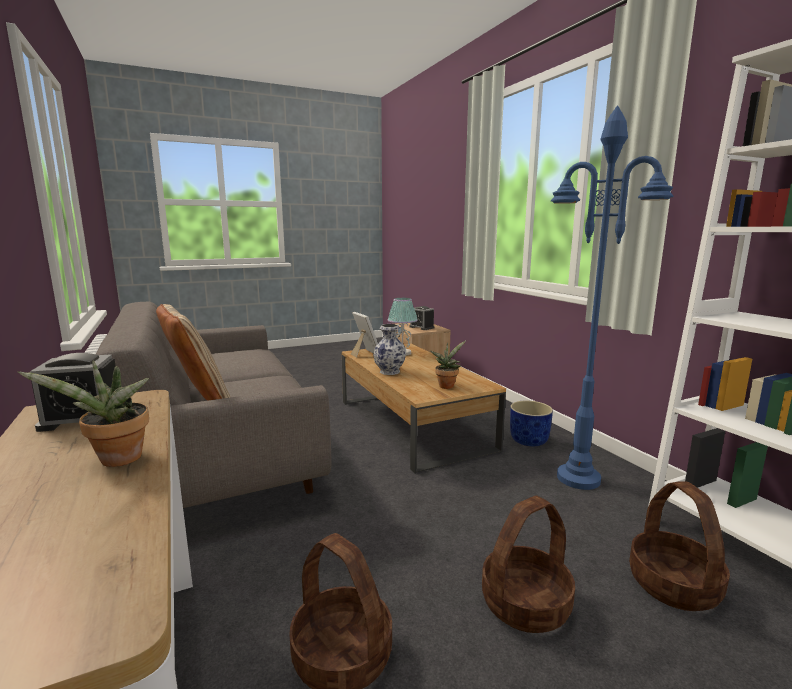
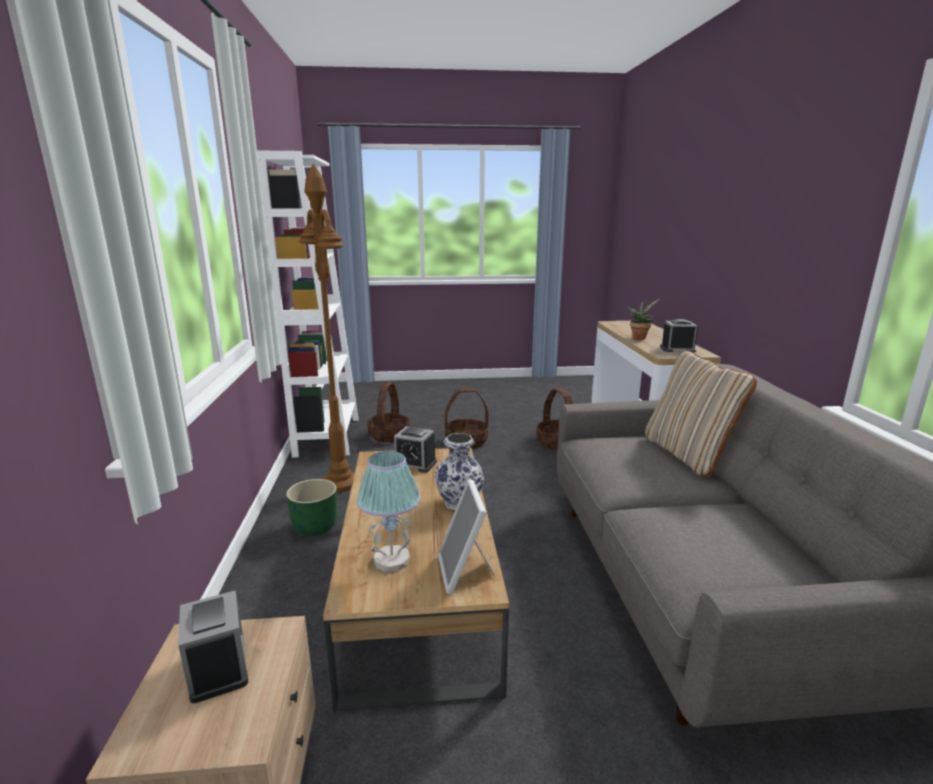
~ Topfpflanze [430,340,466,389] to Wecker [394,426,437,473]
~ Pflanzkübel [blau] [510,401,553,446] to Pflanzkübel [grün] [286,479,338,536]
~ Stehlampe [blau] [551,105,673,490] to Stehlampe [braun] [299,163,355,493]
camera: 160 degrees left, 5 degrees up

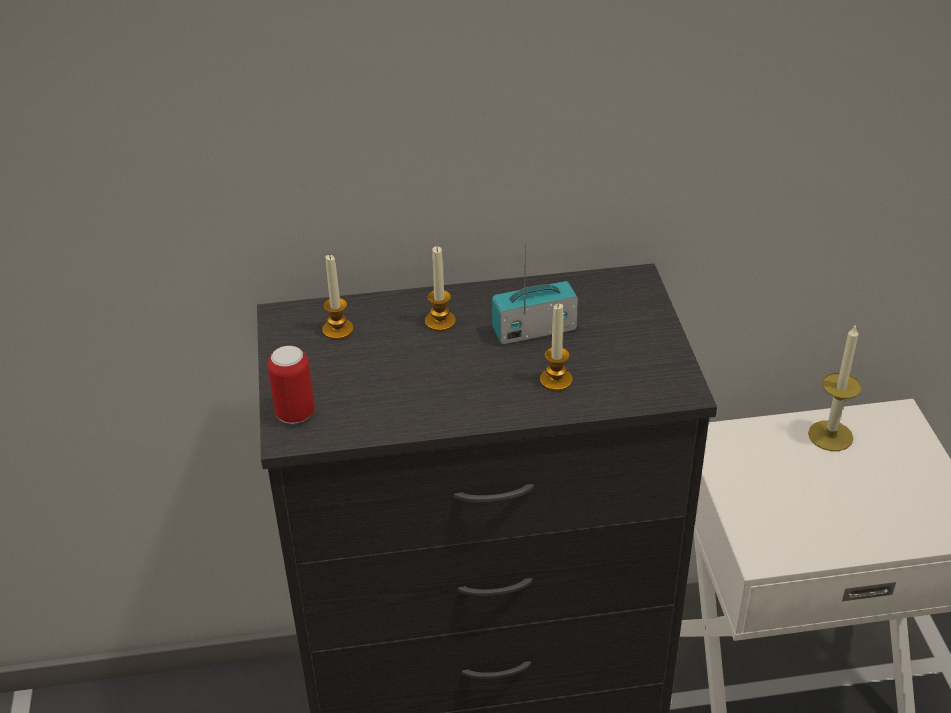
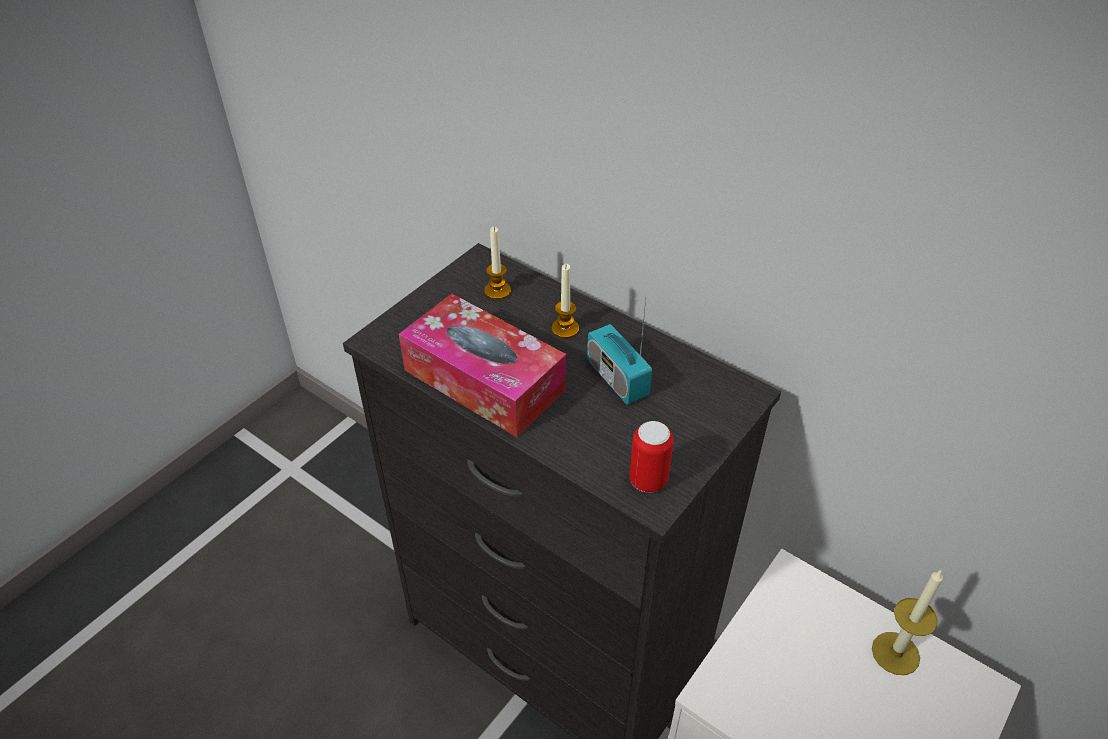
- Kerze [540,303,573,391]
+ Taschentuchbox [399,293,566,437]
~ Dose [268,346,315,424] to [629,421,674,493]
~ Radio [492,243,578,344] = [587,299,652,405] 150 degrees counterclockwise
camera: 45 degrees right, 5 degrees up

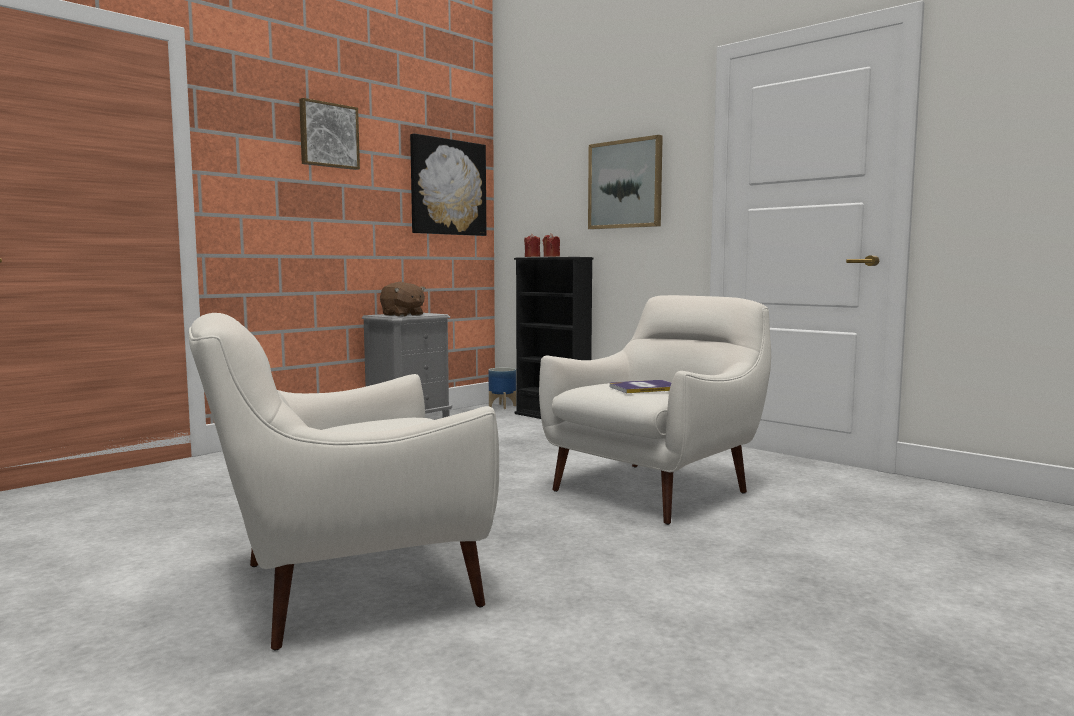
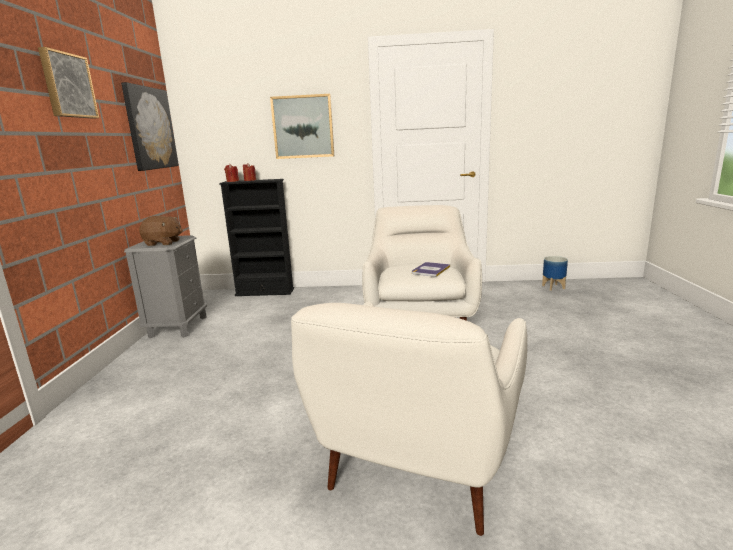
~ Pflanzkübel [489,368,516,409] to [542,256,568,291]
camera: 40 degrees left, 10 degrees up

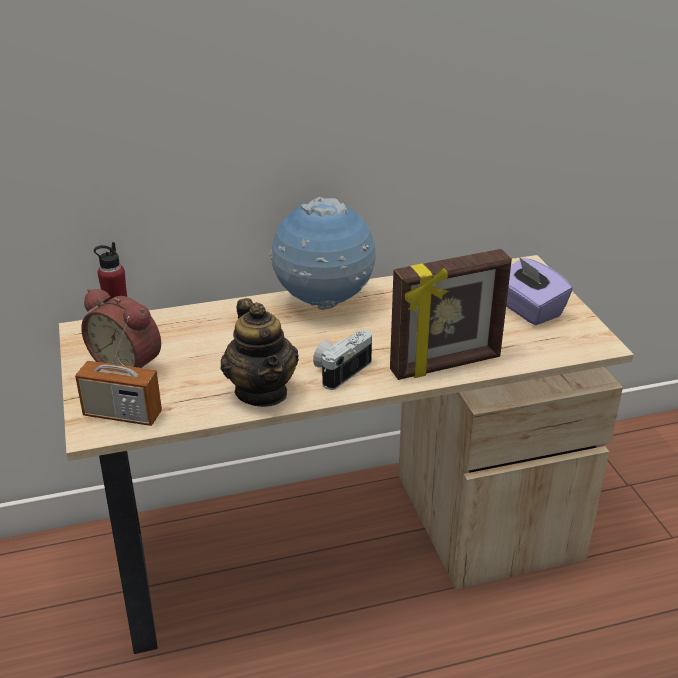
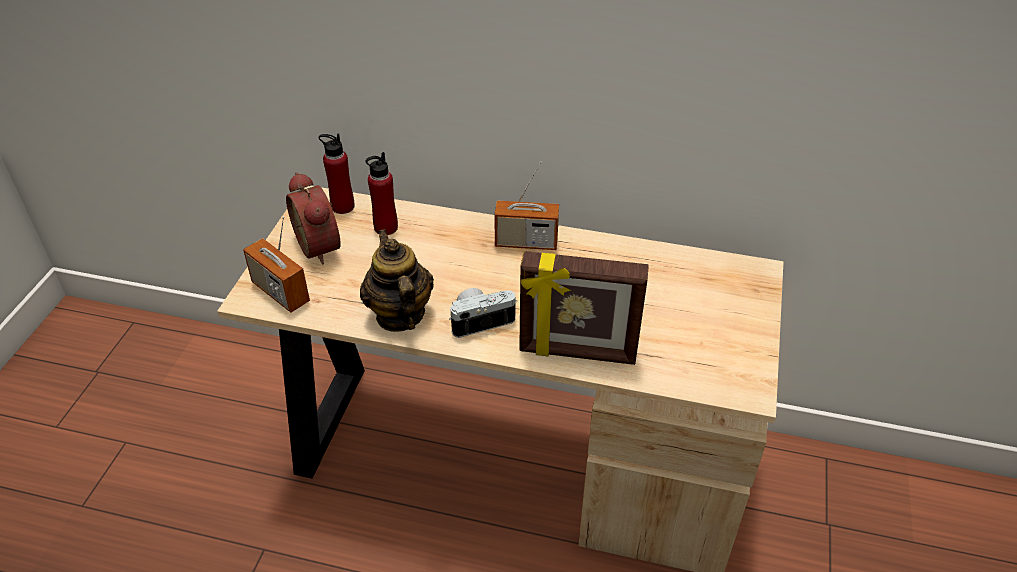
- Taschentuchbox [lila] [506,257,573,325]
+ Flasche [rot] [366,152,398,235]
~ Globus [269,197,376,310] to Radio [494,161,559,250]
~ Teekanne [221,298,299,407] = [360,229,434,332] 150 degrees clockwise
camera: 30 degrees right, 10 degrees up

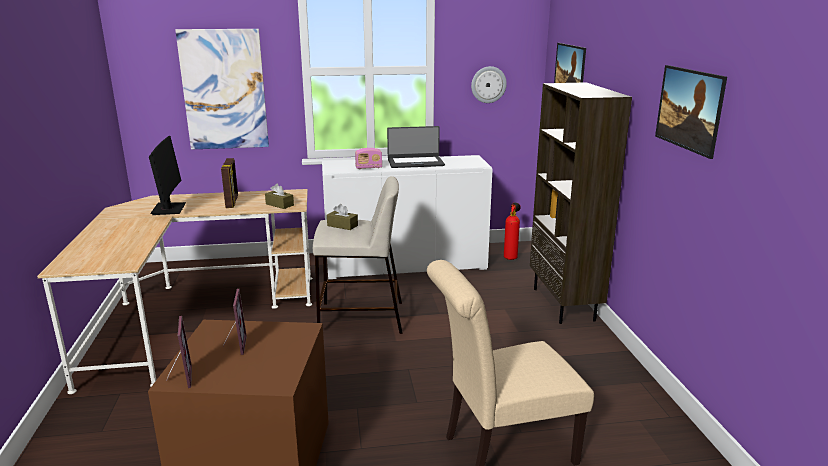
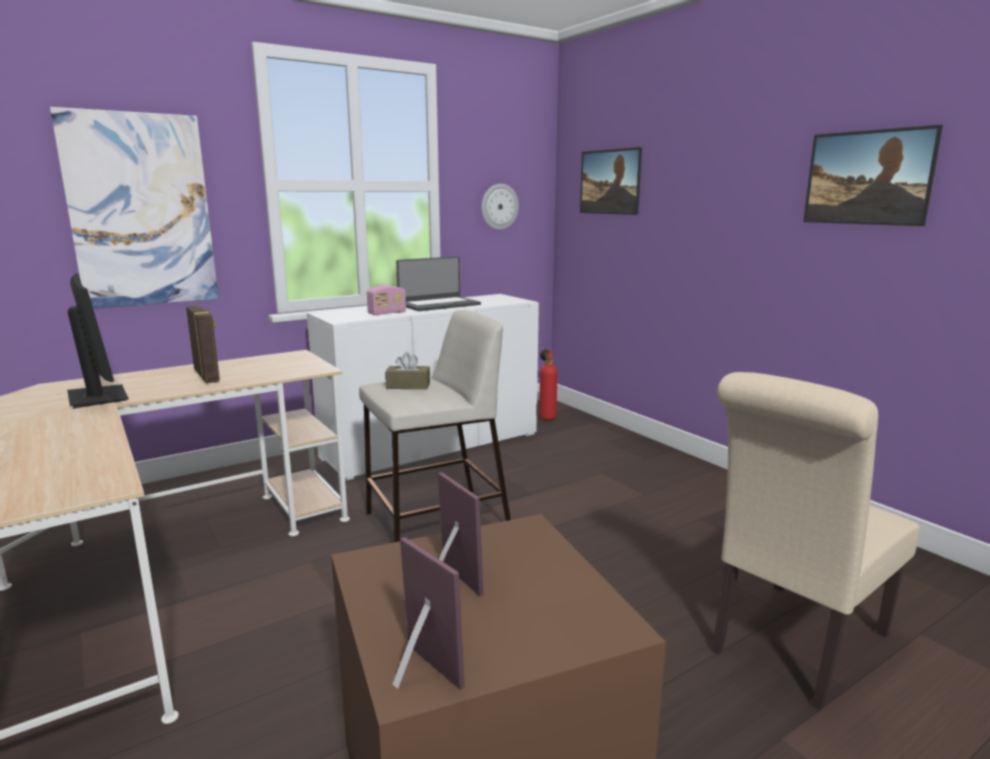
- Taschentuchbox [braun] [265,184,294,209]
- Bücherregal [braun] [530,82,632,324]
camera: 25 degrees left, 5 degrees down

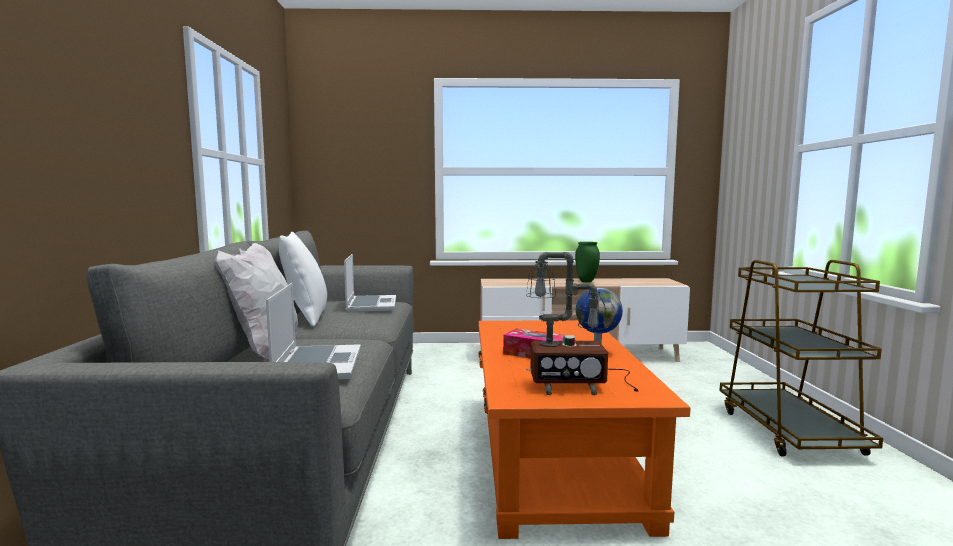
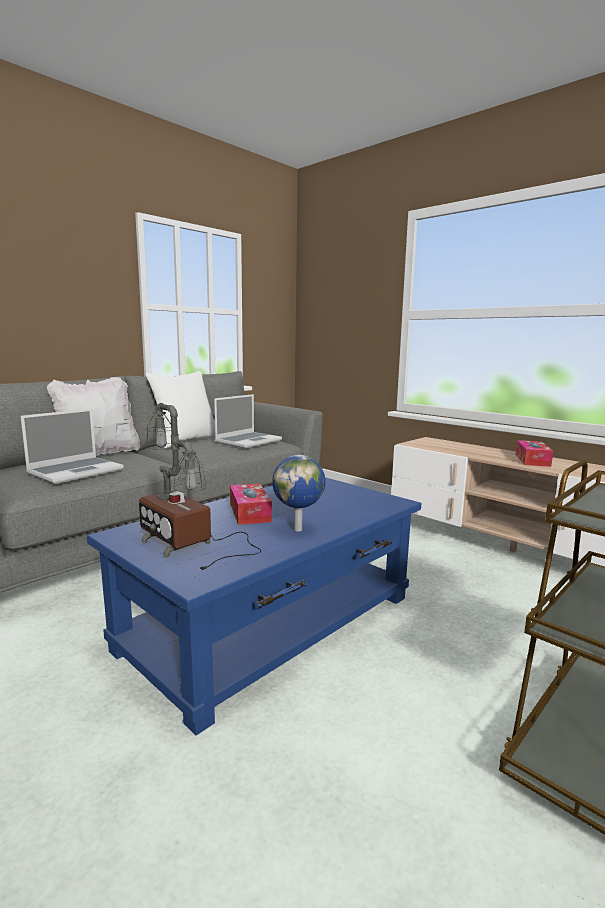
~ Vase [grün] [575,242,600,283] to Taschentuchbox [515,440,553,467]
~ Couchtisch [orange] [479,320,691,539] to Couchtisch [blau] [87,477,421,735]
camera: 45 degrees right, 5 degrees up

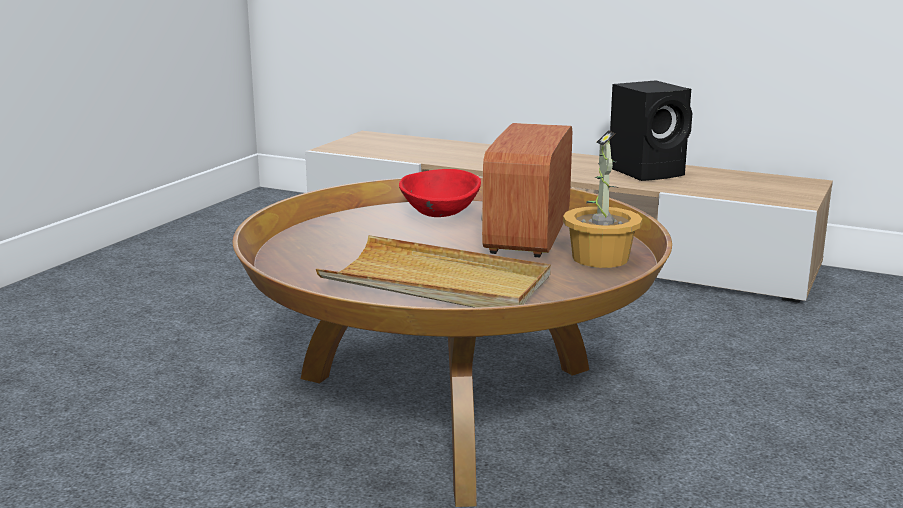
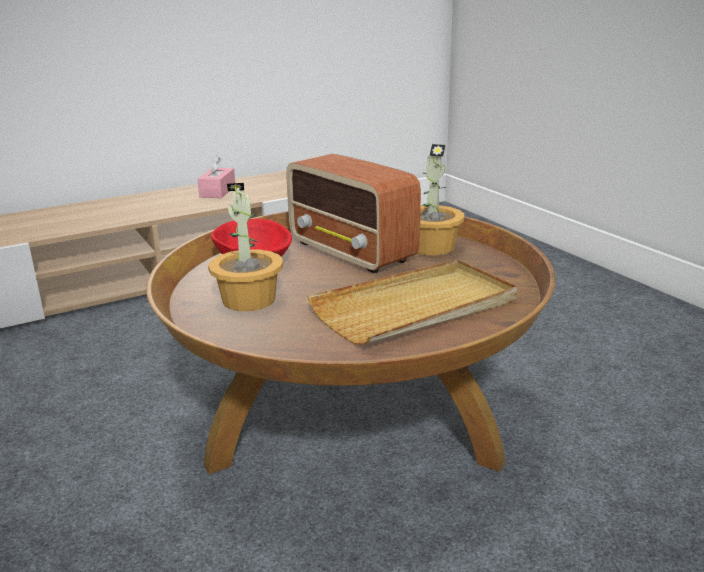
+ Topfpflanze [208,183,283,311]
~ Lautsprecher [schwarz] [610,80,692,181] to Taschentuchbox [rosa] [197,155,235,198]
camera: 55 degrees left, 5 degrees up

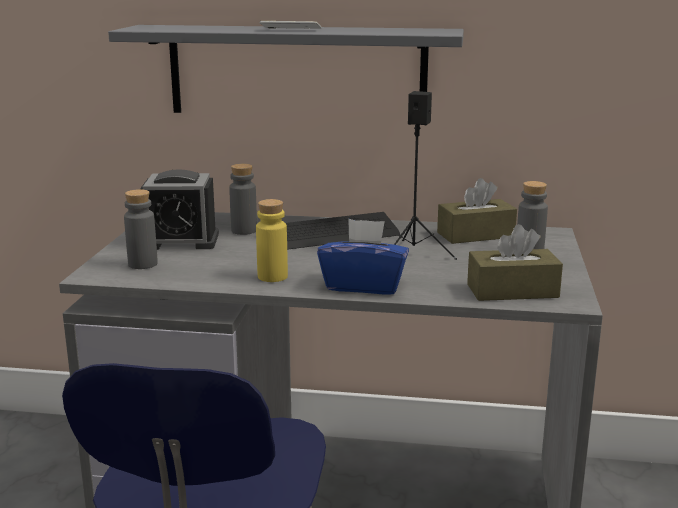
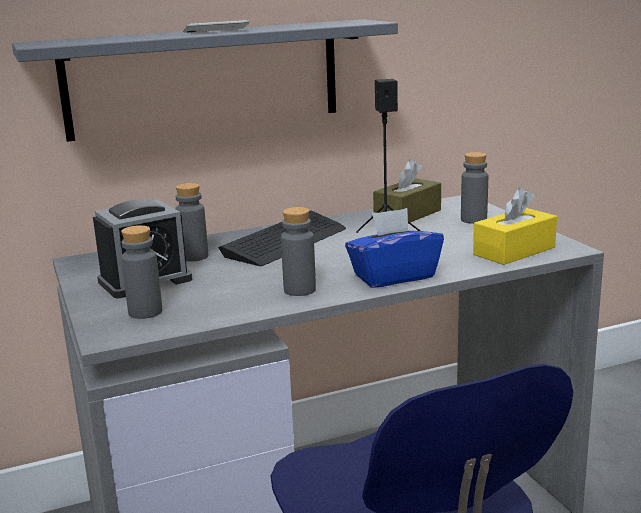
~ Flasche [gelb] [256,199,288,282] to Flasche [grau] [281,207,316,296]
~ Taschentuchbox [braun] [467,224,563,301] to Taschentuchbox [gelb] [473,188,557,265]
camera: 30 degrees left, 0 degrees up

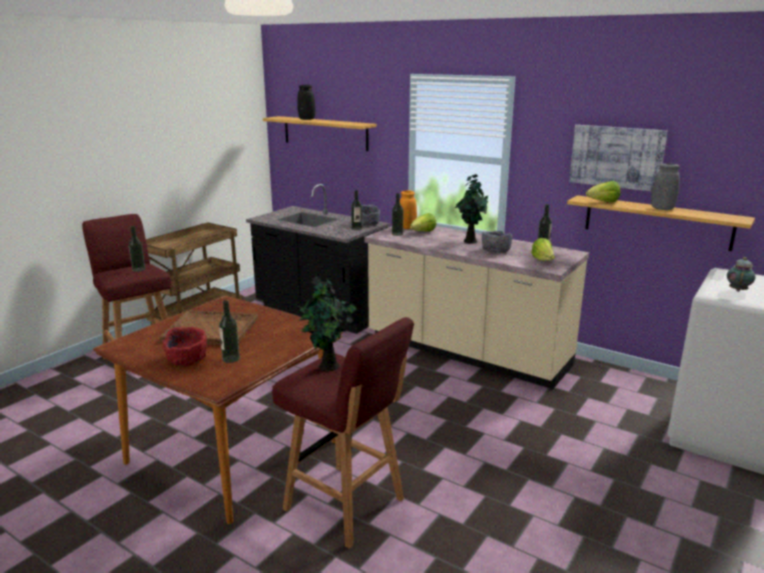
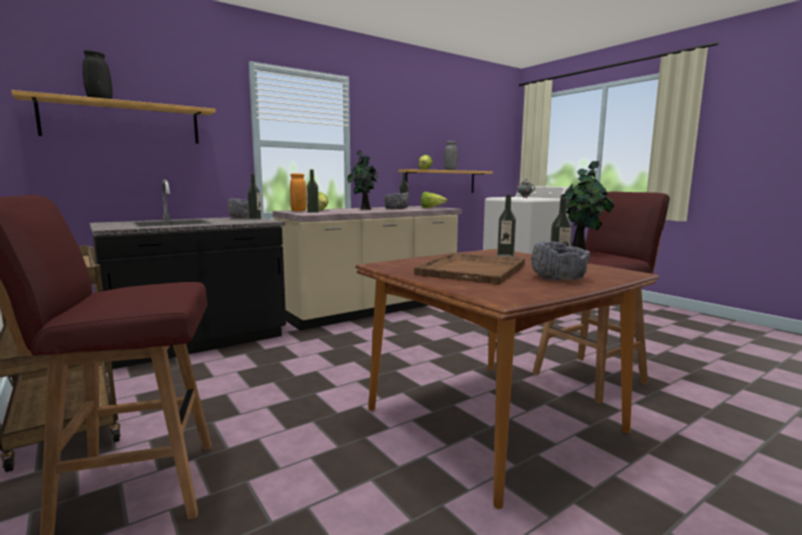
- Bild [569,125,668,192]
~ Flasche [129,226,145,272] to [497,194,516,257]
~ Schüssel [rot] [162,327,207,366] to Schüssel [grau] [531,241,590,280]
camera: 70 degrees left, 10 degrees down

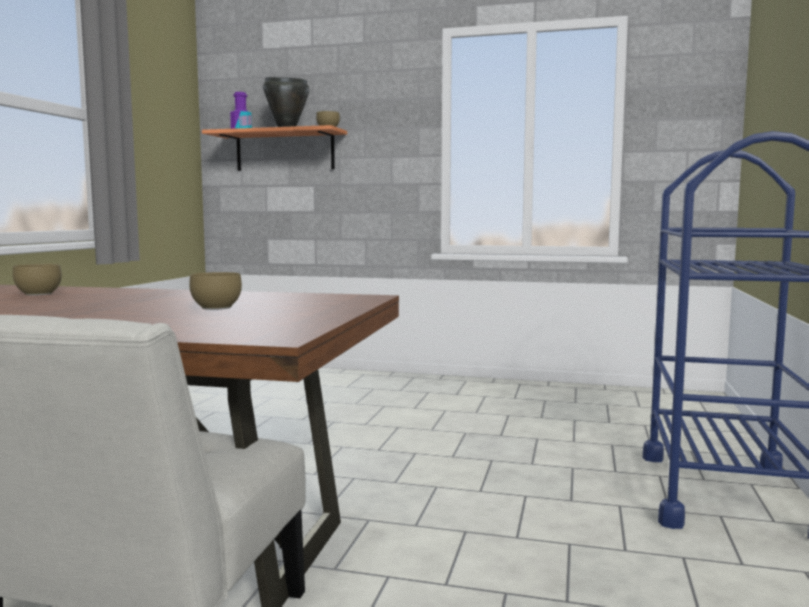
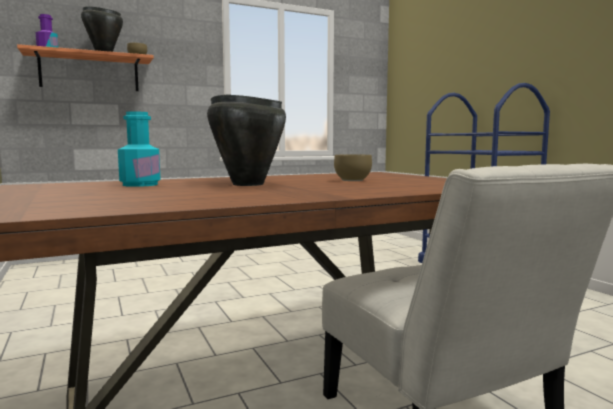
+ Kochtopf [schwarz] [207,95,286,186]
~ Schüssel [braun] [13,264,62,296] to Flasche [türkis] [118,111,160,187]
camera: 40 degrees left, 0 degrees up

